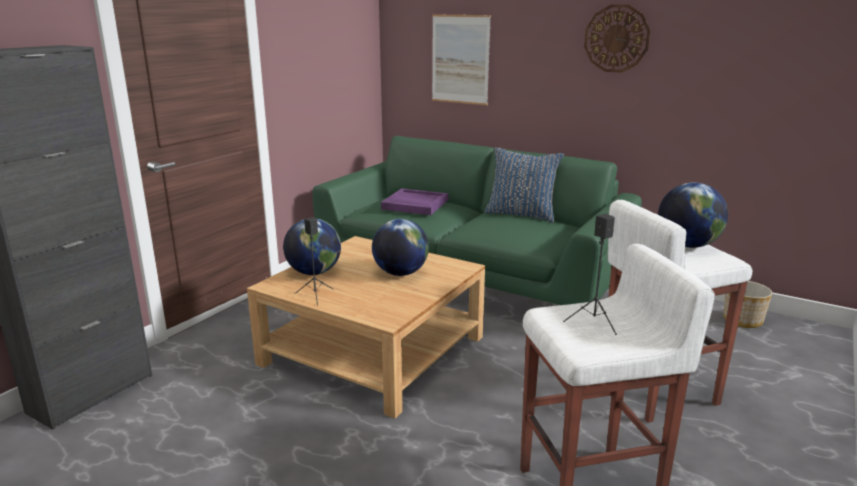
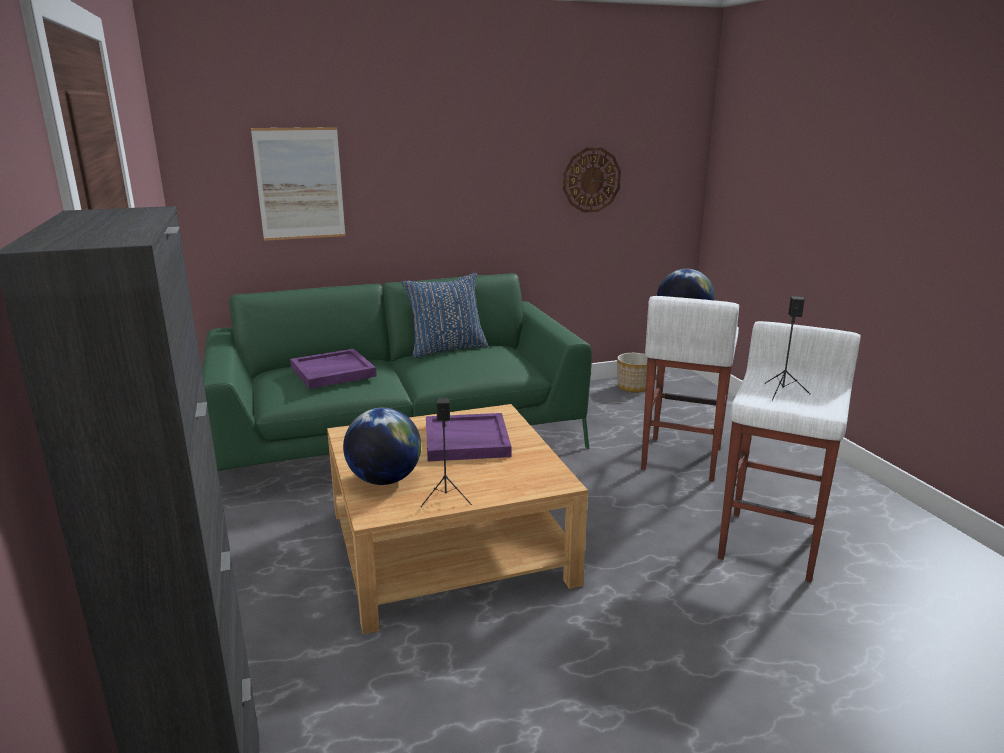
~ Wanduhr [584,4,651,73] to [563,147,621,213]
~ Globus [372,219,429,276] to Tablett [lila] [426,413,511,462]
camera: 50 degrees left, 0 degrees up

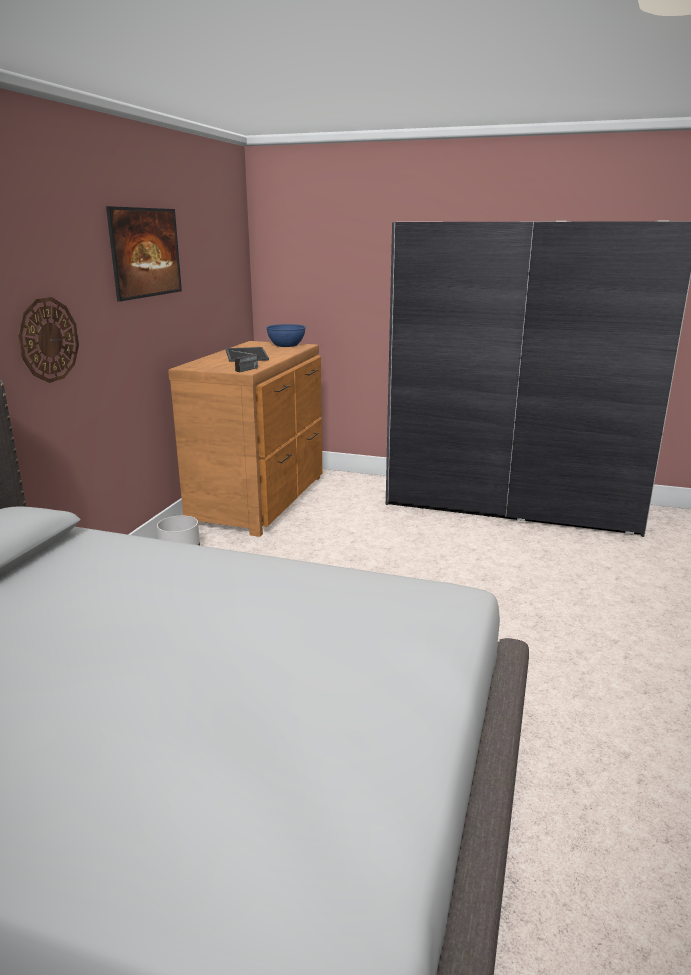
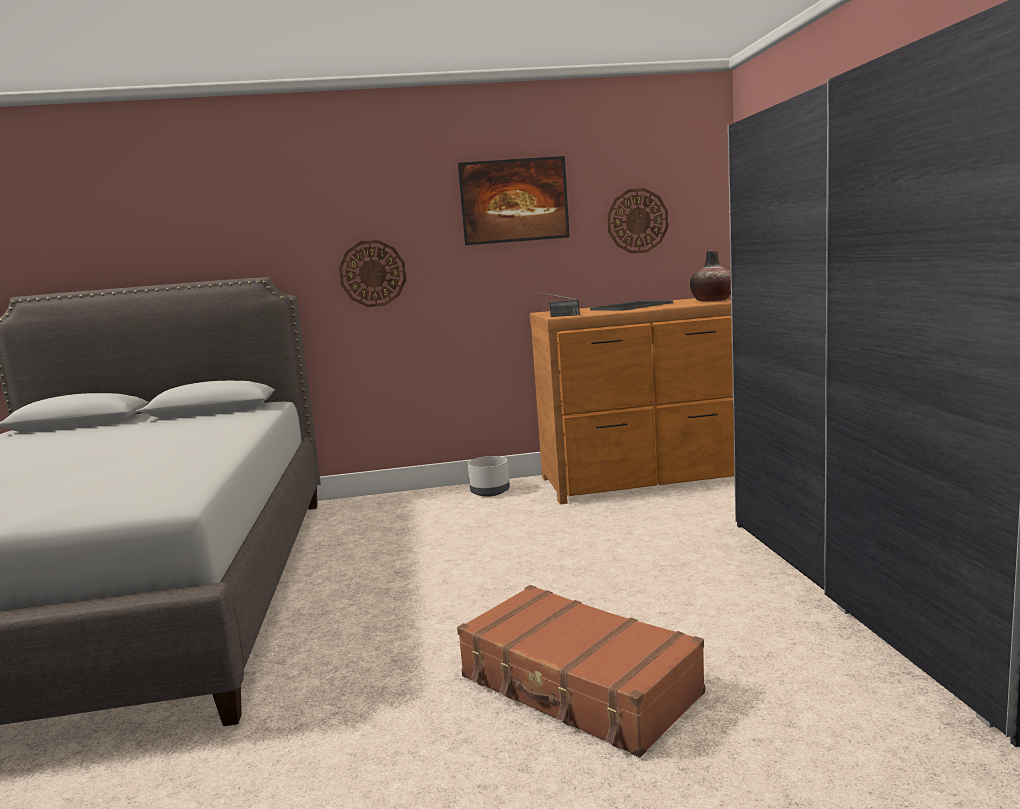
+ Koffer [braun] [457,585,705,758]
+ Wanduhr [607,188,669,254]
~ Schüssel [blau] [266,324,306,347] to Vase [690,250,731,302]
camera: 65 degrees right, 10 degrees down

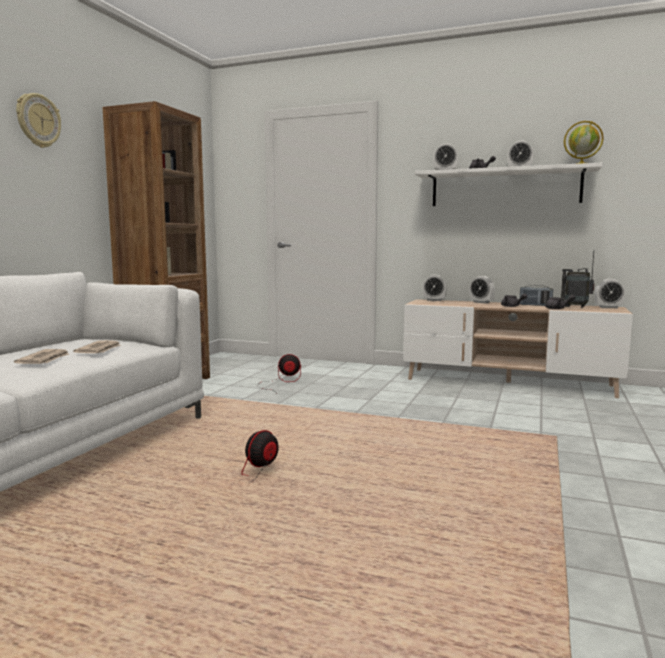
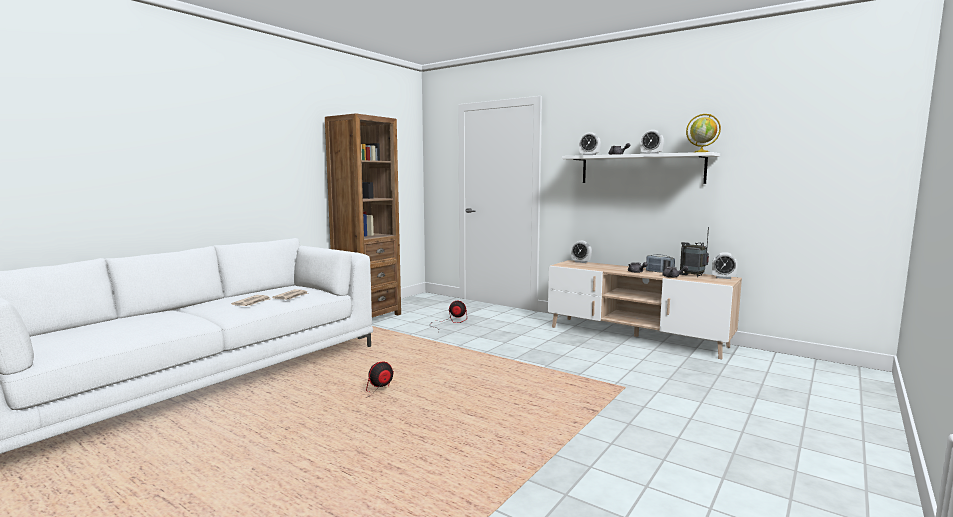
- Wanduhr [16,93,61,148]
- Wecker [470,276,495,303]
camera: 15 degrees right, 0 degrees up

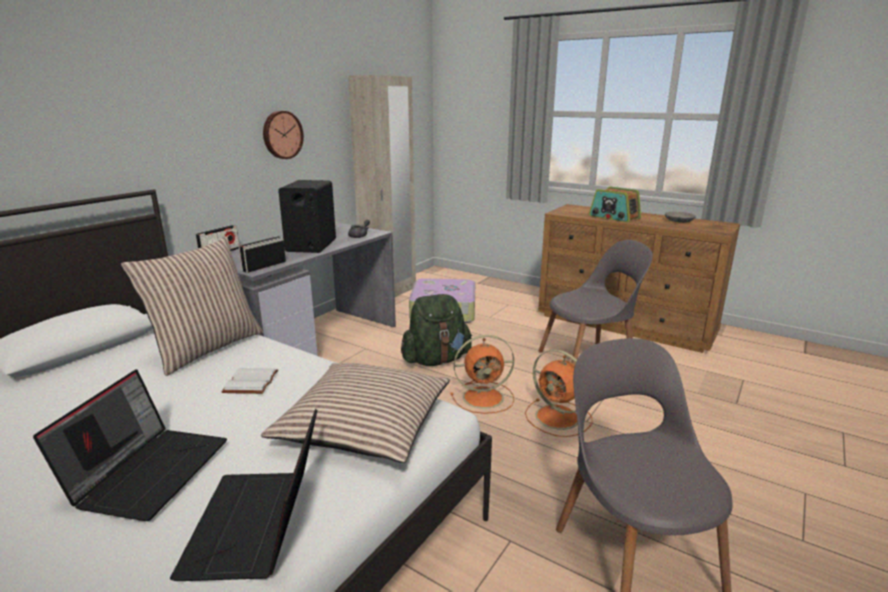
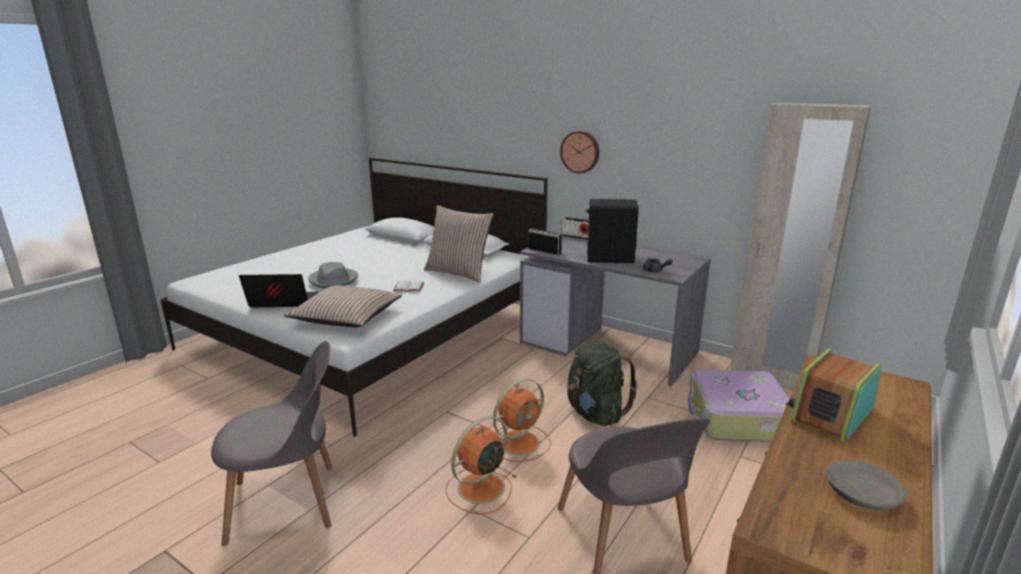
~ Wanduhr [263,111,304,159] to [560,131,599,174]
~ Laptop [33,369,227,521] to Hut [grau] [308,262,358,289]
~ Ventilator [orange] [450,335,514,414] = [493,379,551,462] 120 degrees counterclockwise
camera: 90 degrees right, 0 degrees up

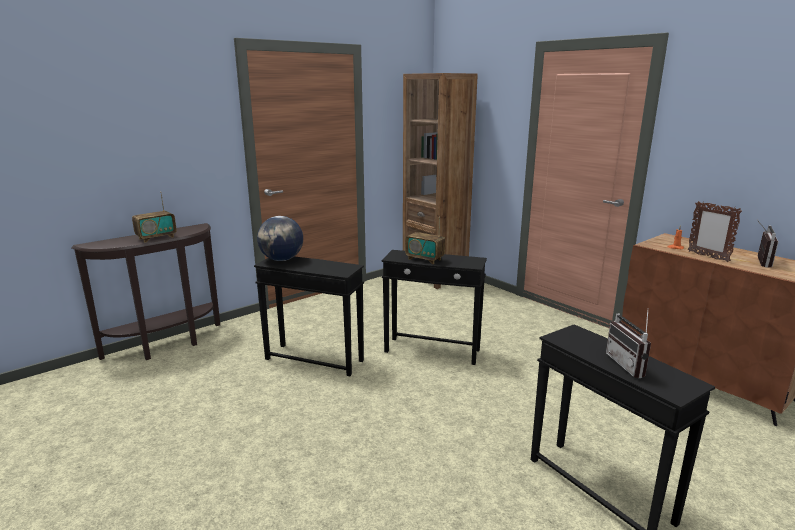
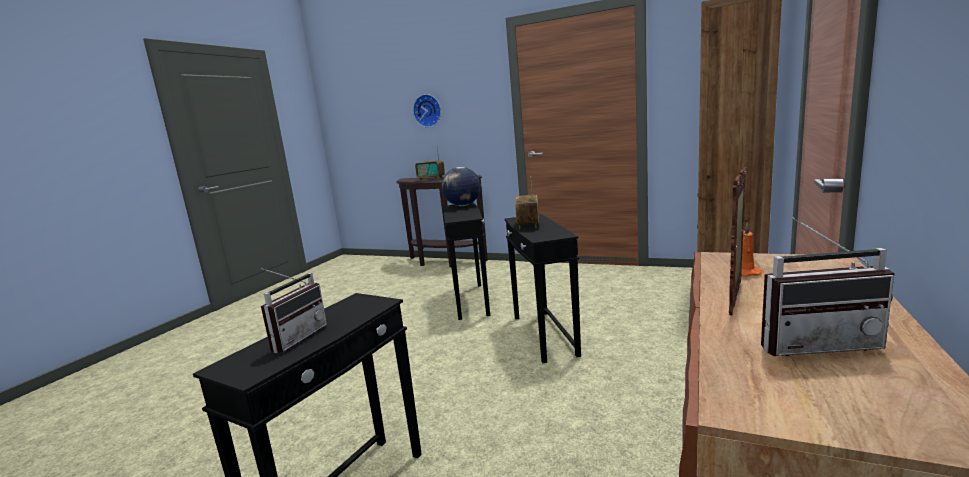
+ Wanduhr [413,94,441,127]
~ Radio [606,311,651,378] = [261,268,327,353] 150 degrees clockwise
camera: 65 degrees right, 5 degrees down

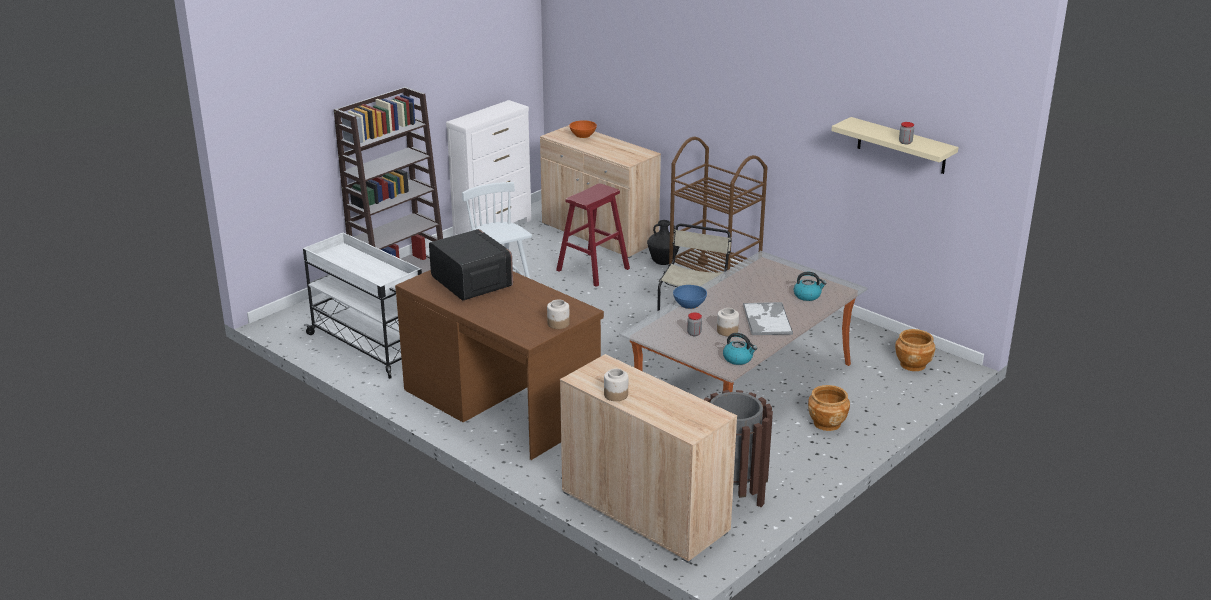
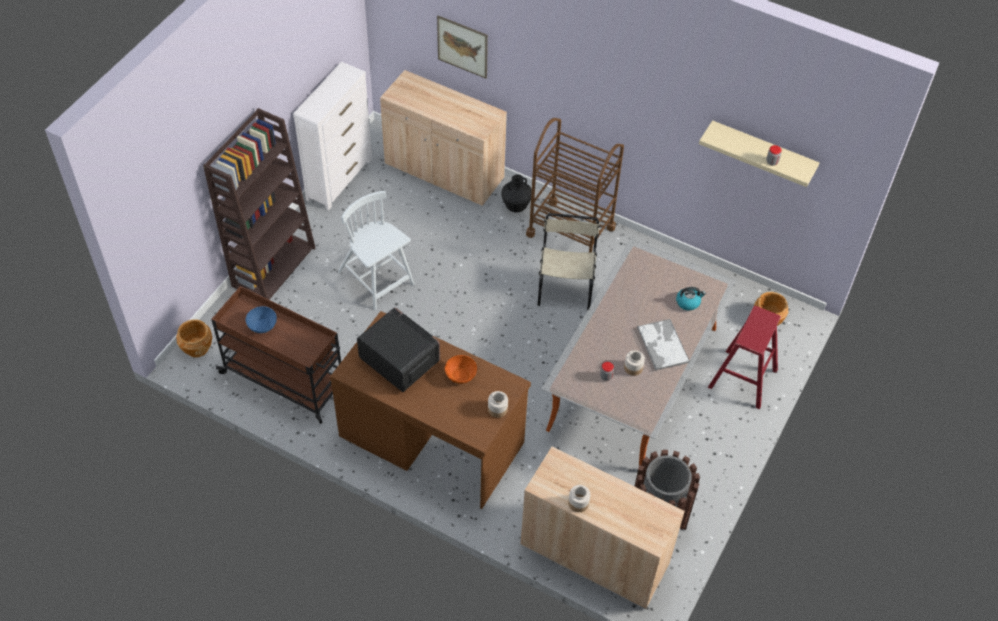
- Wasserkessel [723,333,757,365]
+ Bild [437,15,488,79]
~ Hocker [rot] [556,184,630,287] to [708,306,781,409]
~ Schüssel [orange] [569,120,597,138] to [445,355,477,384]
~ Schüssel [blau] [673,285,707,309] to [246,306,277,333]
~ Pflanzkübel [braun] [808,385,850,431] to [176,319,213,357]
~ Rollwagen [weiß] [303,232,422,379] to Rollwagen [braun] [211,286,341,424]
camera: 15 degrees left, 25 degrees up

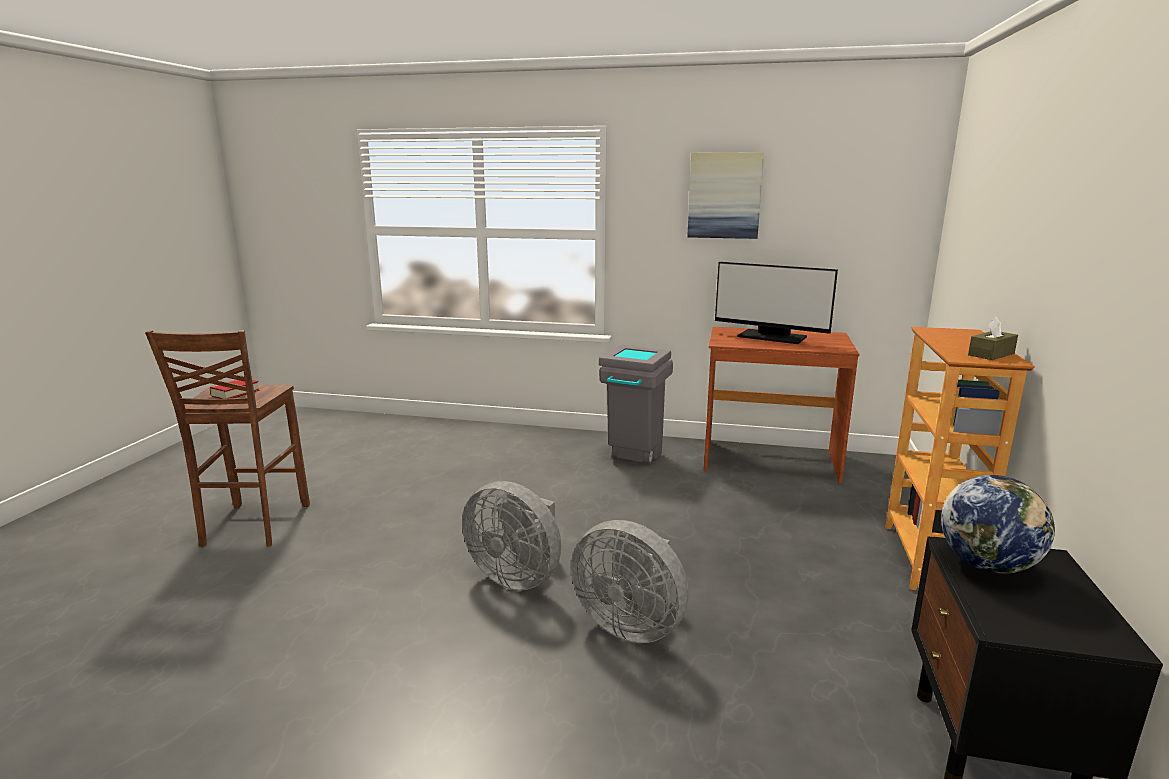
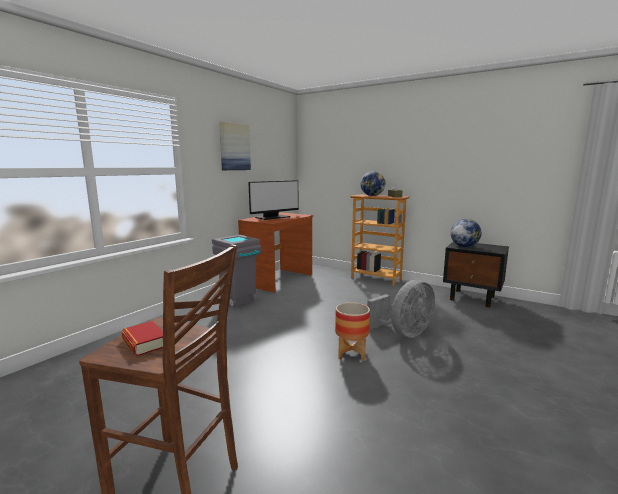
+ Globus [361,171,385,196]
~ Ventilator [grau] [462,481,561,590] to Pflanzkübel [335,302,370,361]
camera: 70 degrees left, 5 degrees down

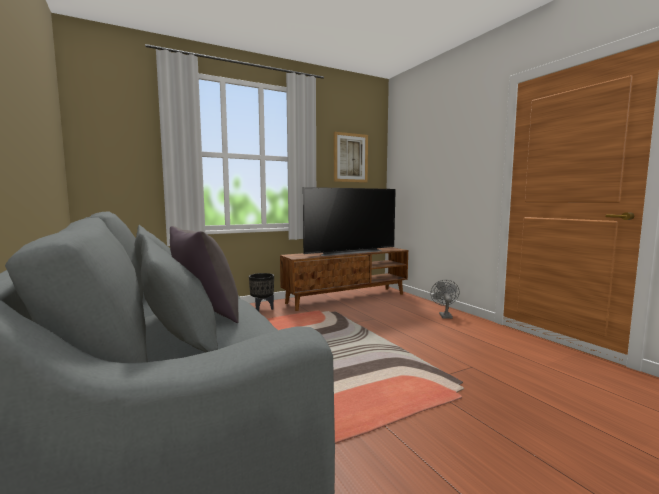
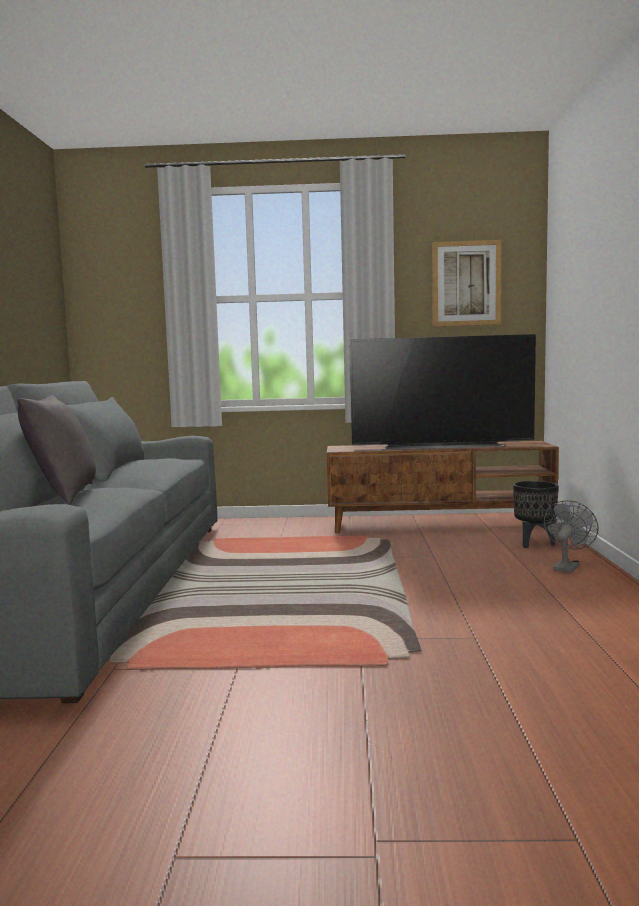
~ Pflanzkübel [schwarz] [249,273,274,312] to [513,481,559,548]
camera: 30 degrees right, 0 degrees up

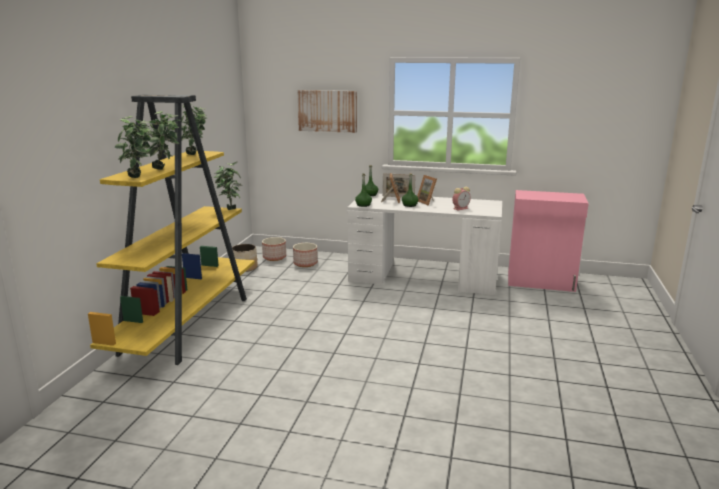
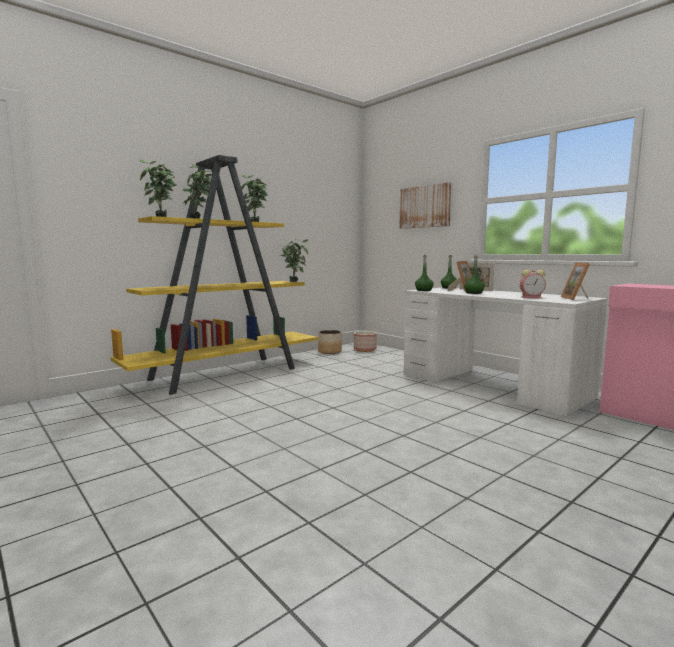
- Pflanzkübel [293,243,318,267]
~ Bilderrahmen [417,175,437,206] to [560,263,590,300]
camera: 35 degrees right, 10 degrees down

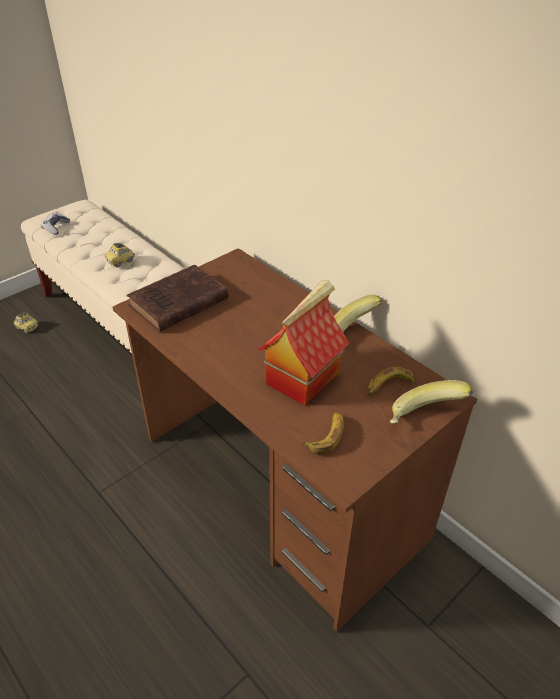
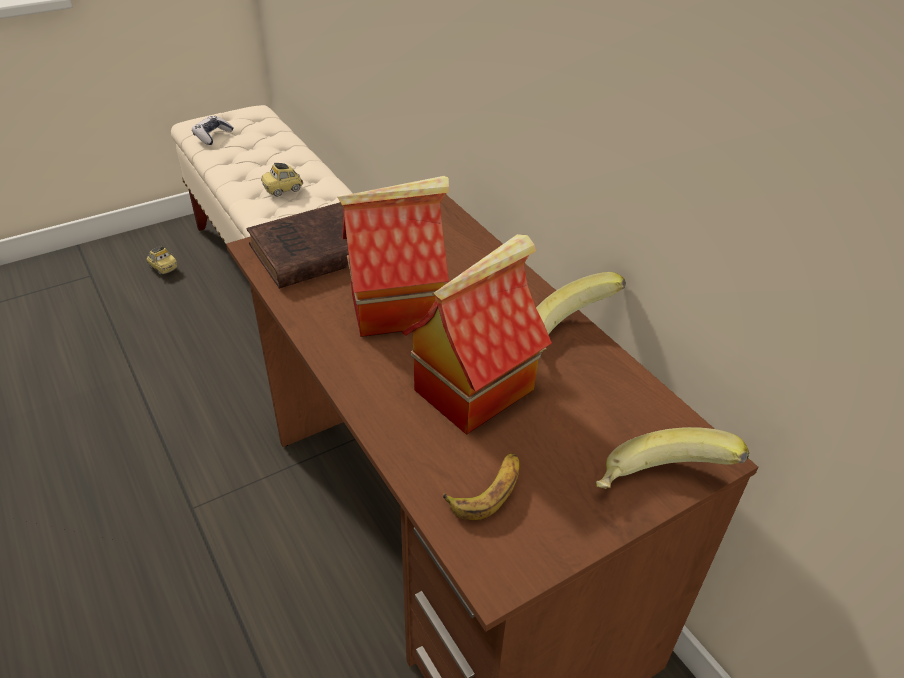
- Banane [368,367,416,395]
+ Spielzeughaus [338,176,449,337]
camera: 10 degrees right, 0 degrees up

